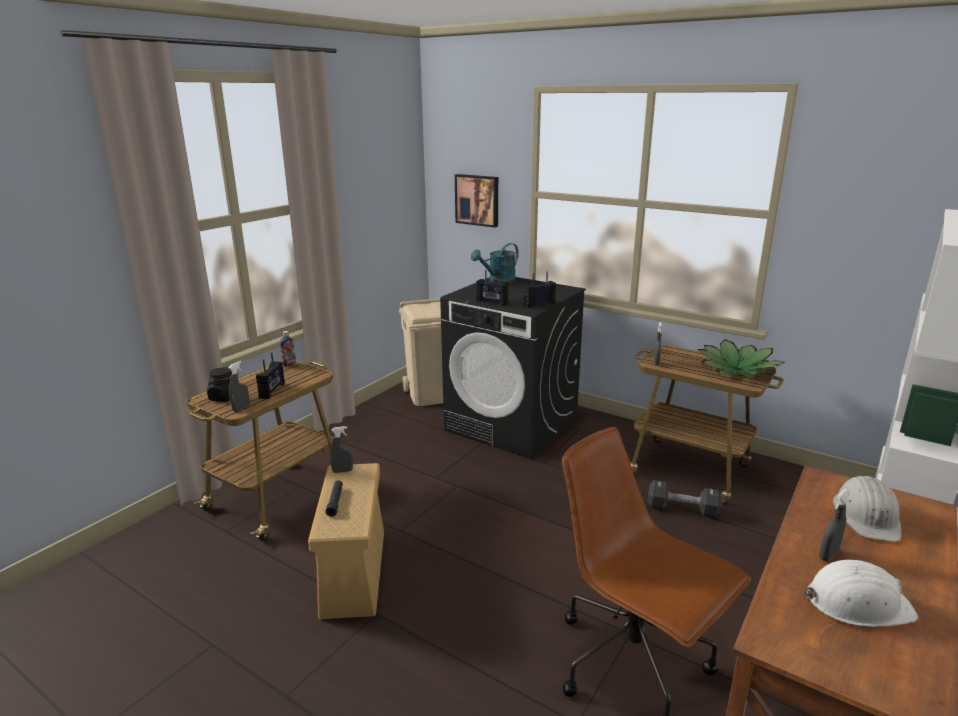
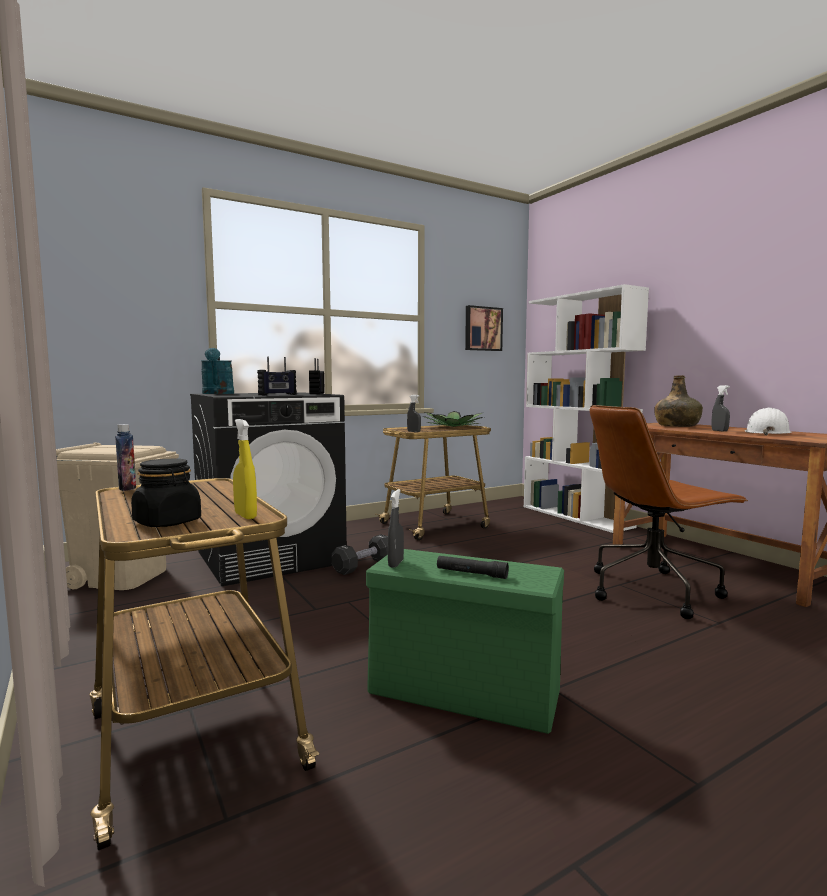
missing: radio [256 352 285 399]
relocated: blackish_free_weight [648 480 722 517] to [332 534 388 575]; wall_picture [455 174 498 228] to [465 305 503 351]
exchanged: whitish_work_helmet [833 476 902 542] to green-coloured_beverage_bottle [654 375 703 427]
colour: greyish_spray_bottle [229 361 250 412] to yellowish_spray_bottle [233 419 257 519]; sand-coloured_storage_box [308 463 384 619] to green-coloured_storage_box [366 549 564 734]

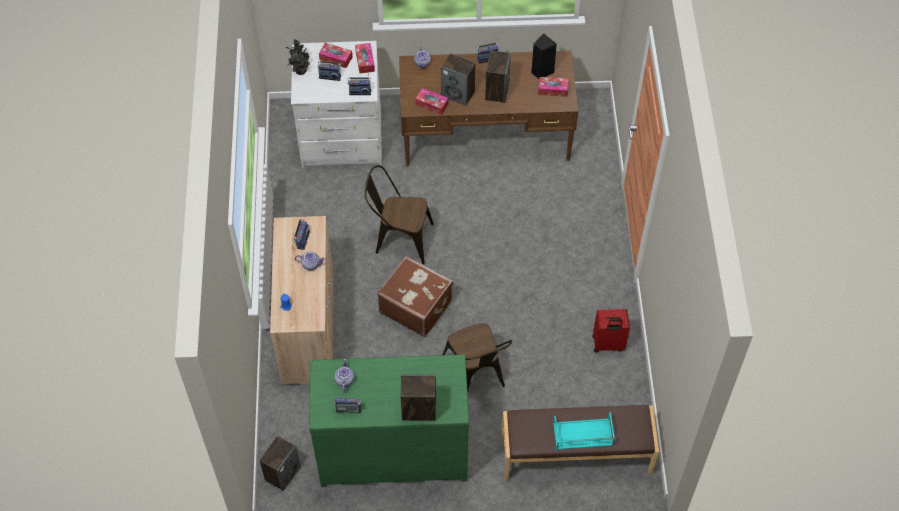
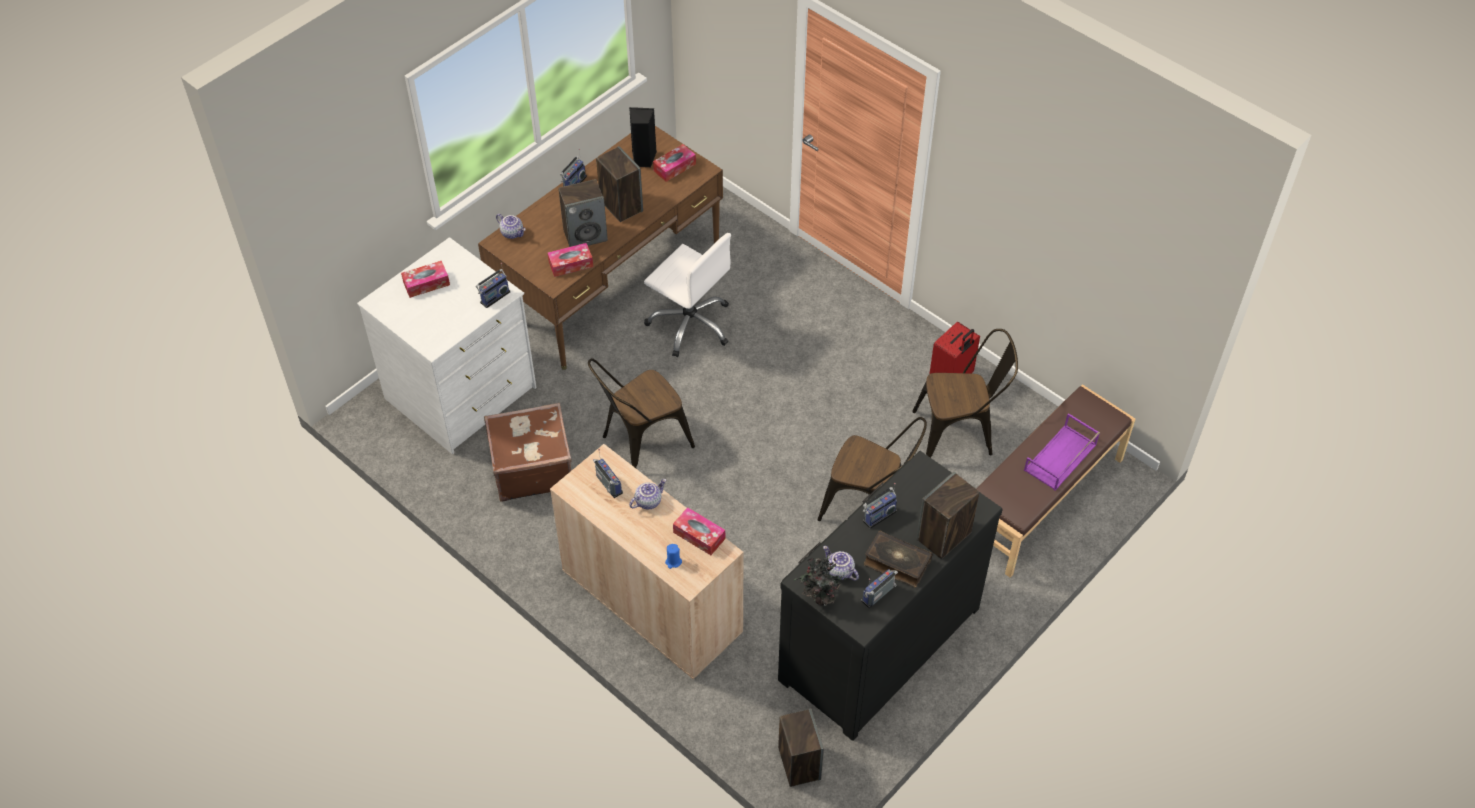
appeared: whitish_computer_chair [644 233 731 357]; bound_book [864 530 933 587]; brownish_plain_chair [912 329 1018 458]
relocated: brownish_suitcase [377 256 453 337] to [484 403 572 502]; box_of_tissues [355 43 375 74] to [673 507 725 555]; houseplant [286 39 310 75] to [794 555 850 606]; radio [318 59 341 81] to [863 483 897 529]
colour: green-coloured_drawer_chest [309 354 469 487] to blackish_drawer_chest [778 451 1003 741]; turquoise-coloured_serving_tray [553 412 615 450] to purplish_serving_tray [1024 413 1100 491]

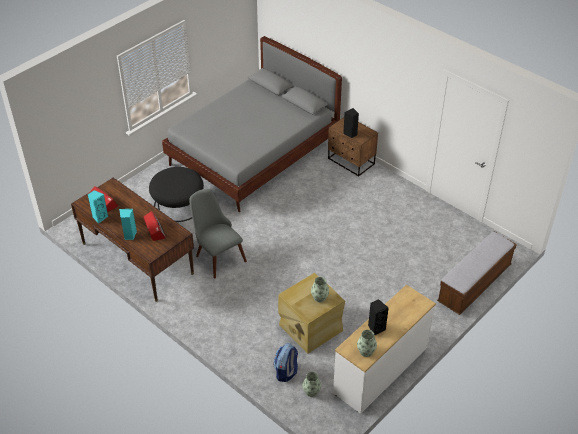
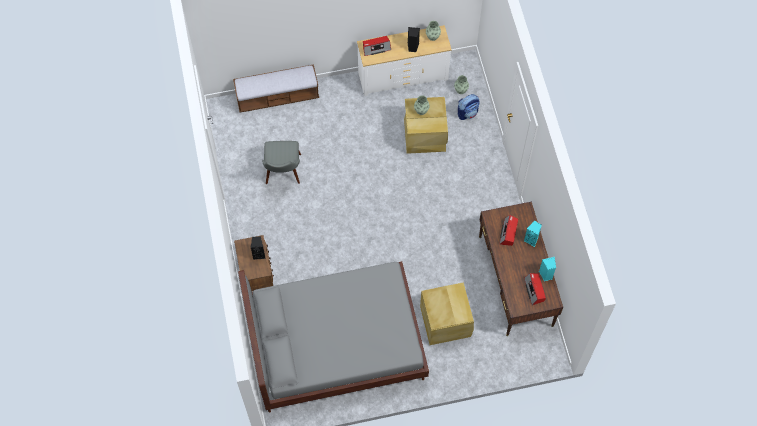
appeared: radio [363 36 391 56]
relocated: greyish_plain_chair [189 189 247 279] to [262 141 301 184]
exchanged: blackish_pouffe [149 167 204 222] to sand-coloured_storage_box [420 283 474 345]

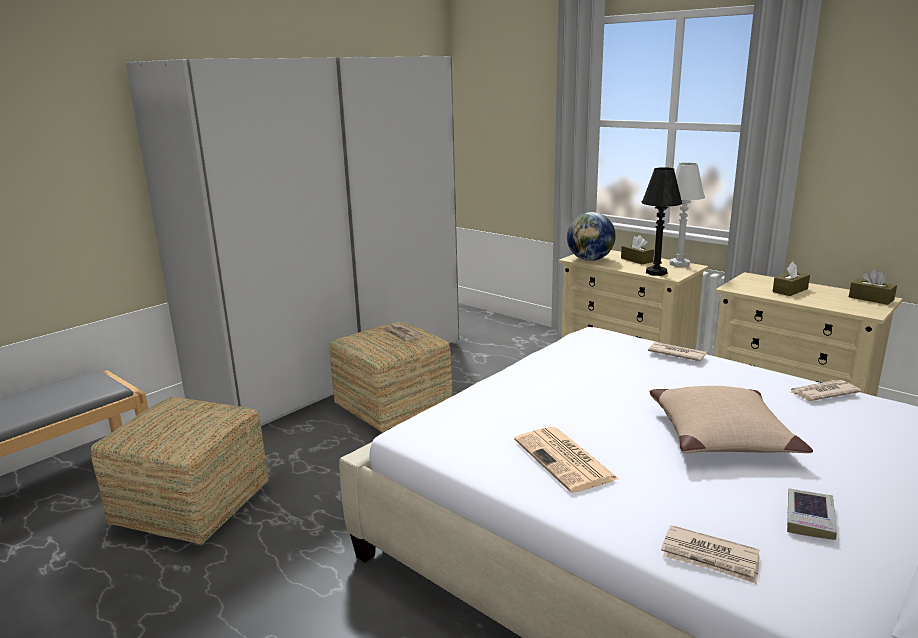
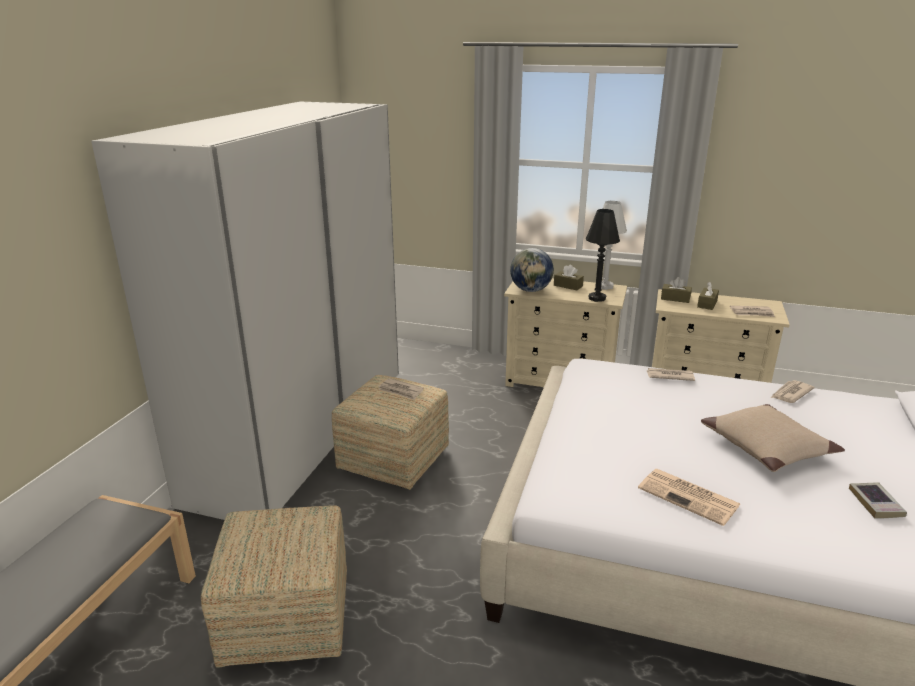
relocated: brownish_box_of_tissues [849 269 897 305] to [661 277 692 303]; printed_paper [661 525 760 584] to [730 306 775 317]

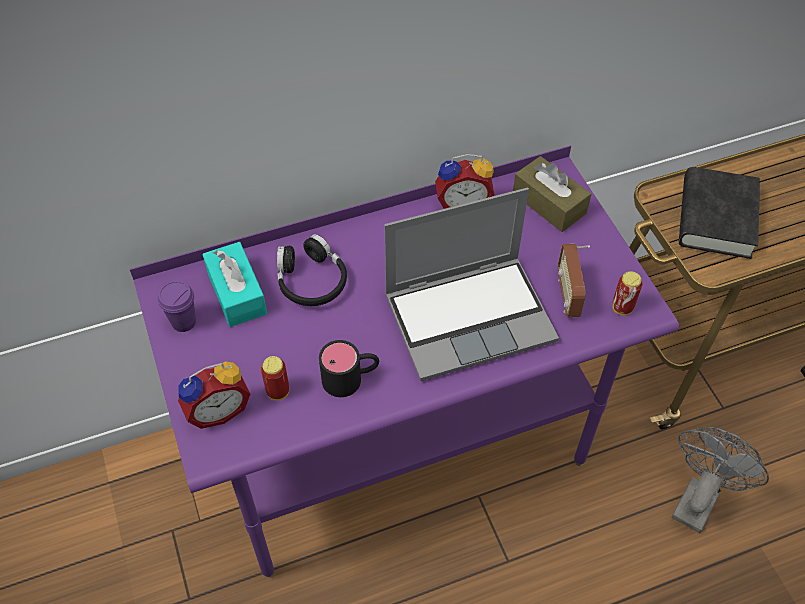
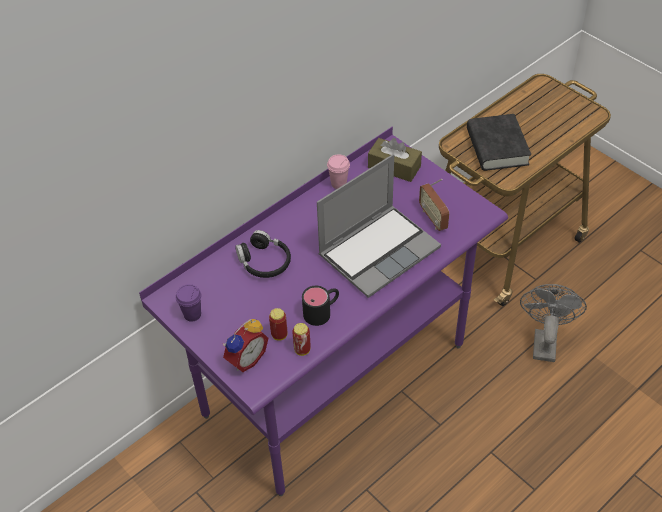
missing: turquoise-coloured_box_of_tissues [202 242 267 327]
relocated: sealed_can [612 271 642 315] to [292 323 311 356]
exchanged: alarm_clock [435 154 494 209] to pink_cup [327 154 350 189]

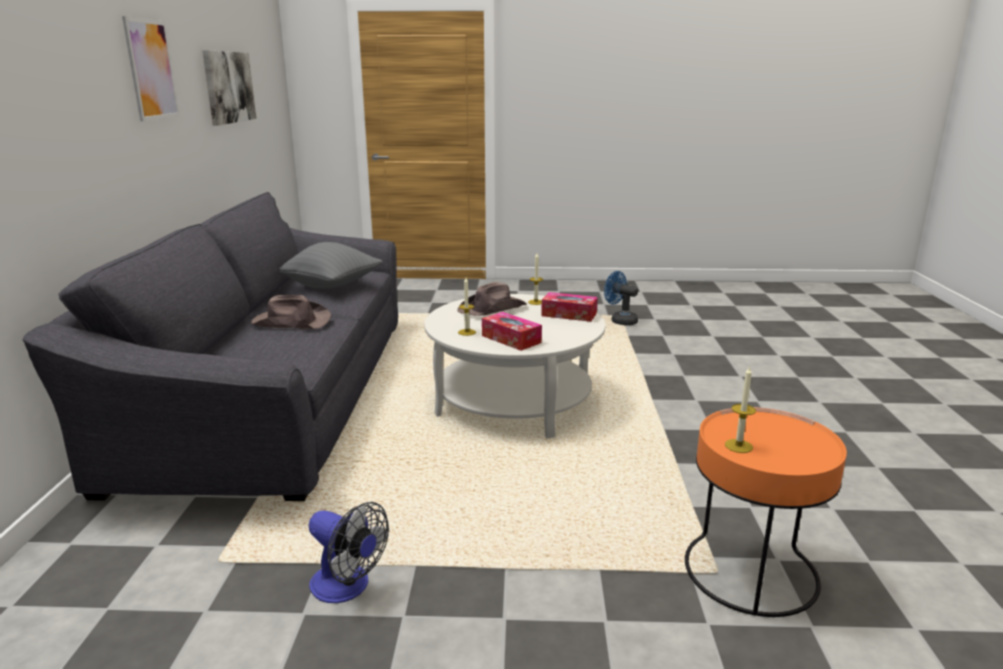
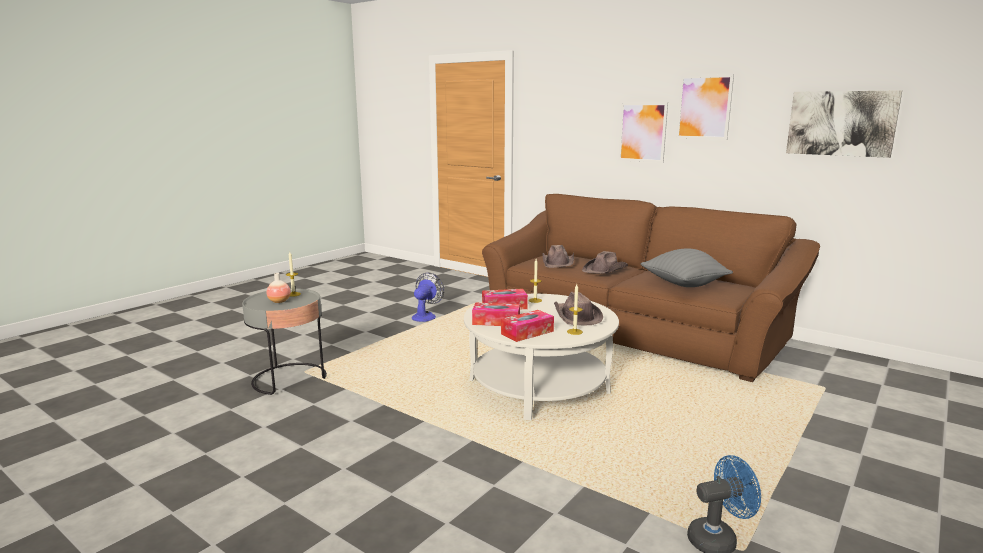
appeared: vase [267 273 291 303]; box_of_tissues [472 303 520 326]; brownish_clothing_hat [542 245 574 268]; wall_picture [618 102 668 163]
colour: orange-coloured_accent_table [685 407 847 617] to greyish_accent_table [242 288 327 395]; greyish_settee [23 192 398 501] to brownish_settee [482 194 820 382]
spun: fan [309 502 389 603] = [412 273 444 322] 135 degrees clockwise

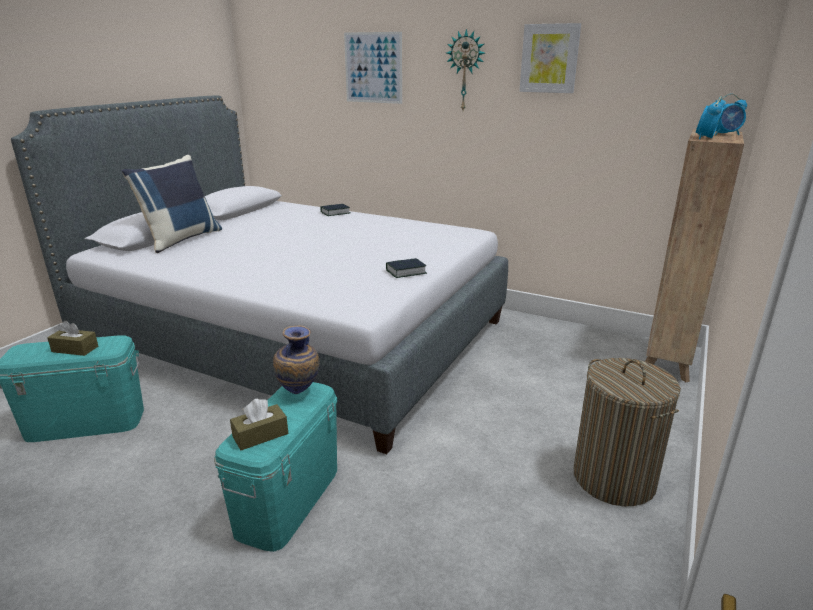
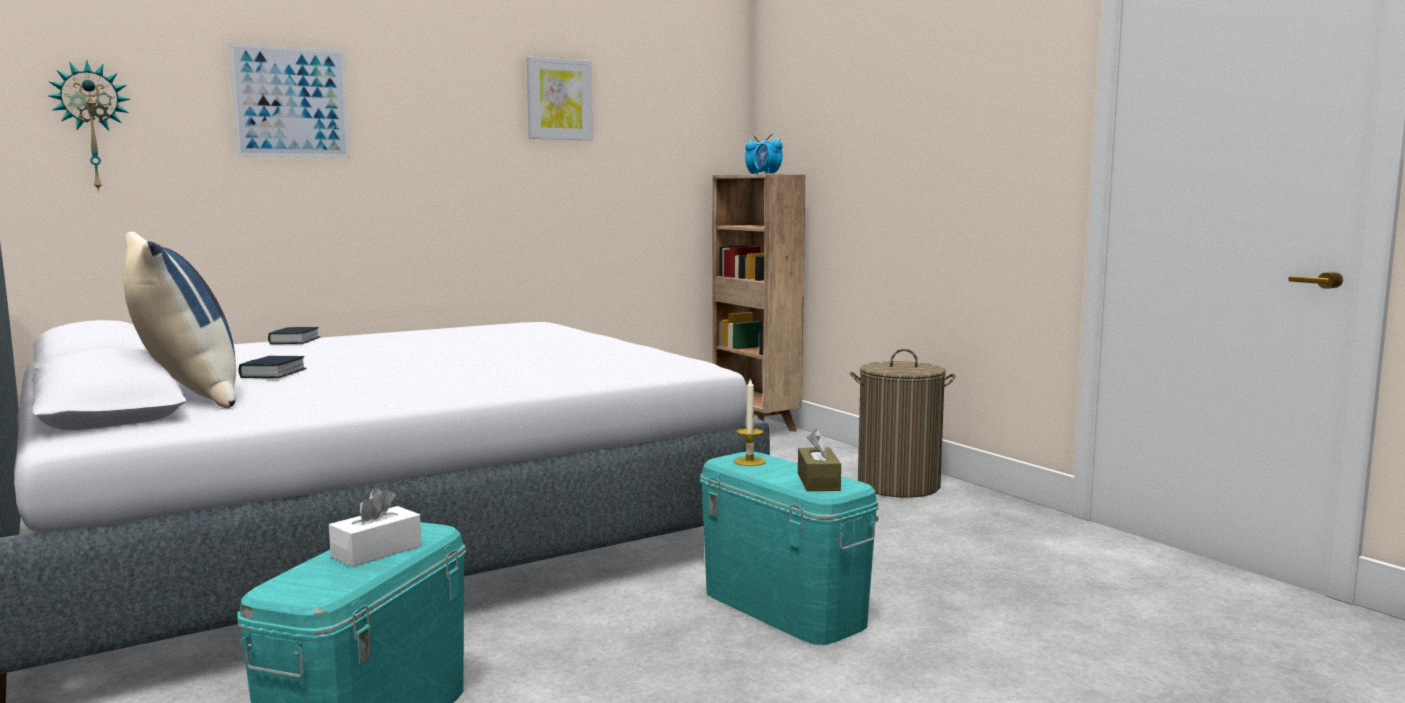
relocated: hanging_clock [447 29 485 110] to [48 60 131 193]; bound_book [386 258 427 278] to [238 356 307 378]
exchanged: vase [273 326 320 394] to wax_light [734 377 766 466]
colour: brownish_box_of_tissues [47 321 98 356] to whitish_box_of_tissues [329 488 422 567]

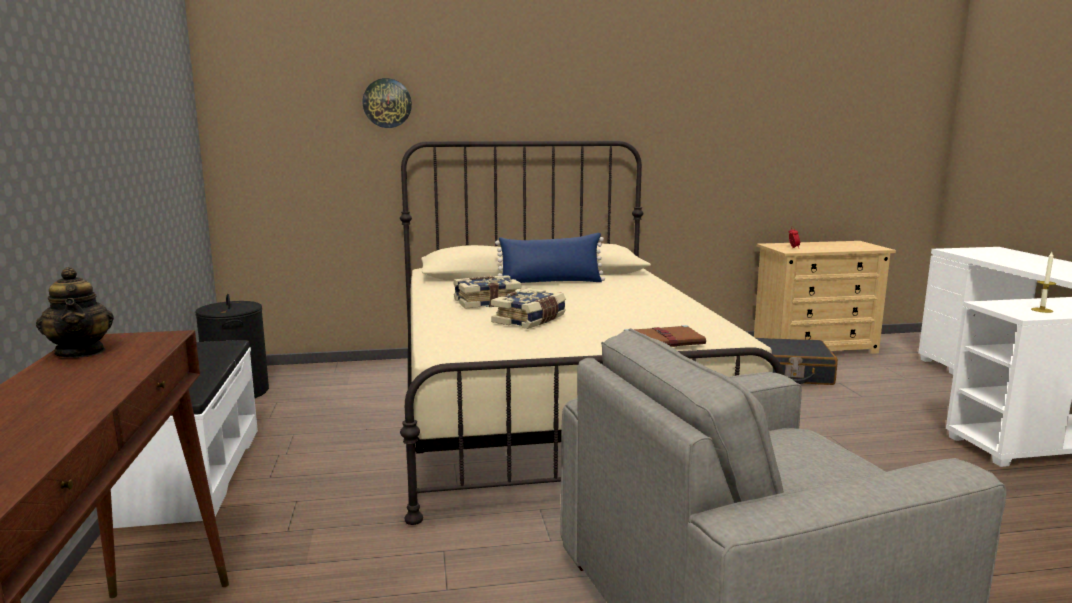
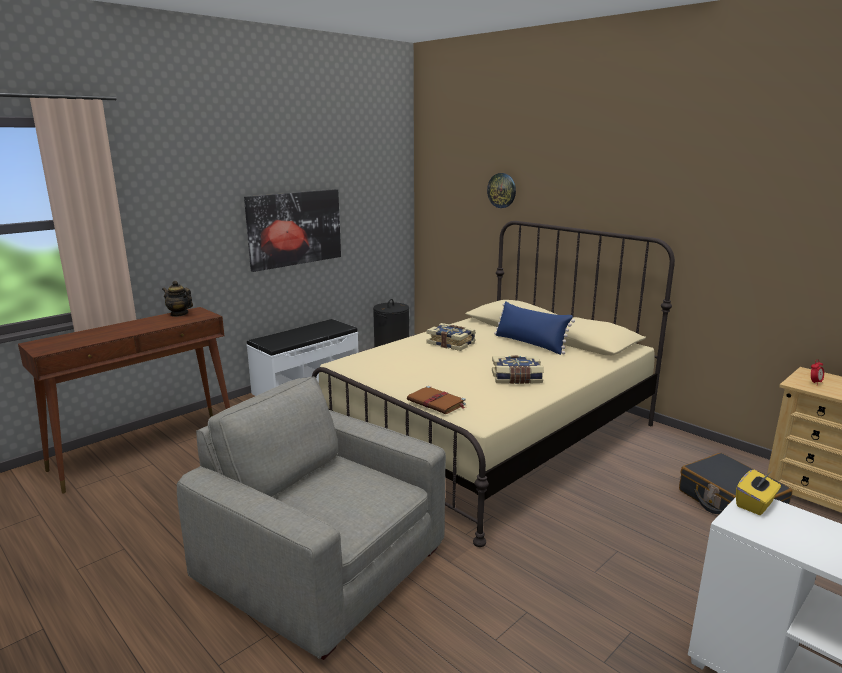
missing: wax_light [1031 252 1056 313]
appeared: wall_picture [244 189 341 272]; yellowish_box_of_tissues [736 470 781 515]
relocated: bound_book [491 288 566 329] to [492 355 544 384]
spun: teapot [36 267 114 358] = [162 281 193 317] 90 degrees clockwise

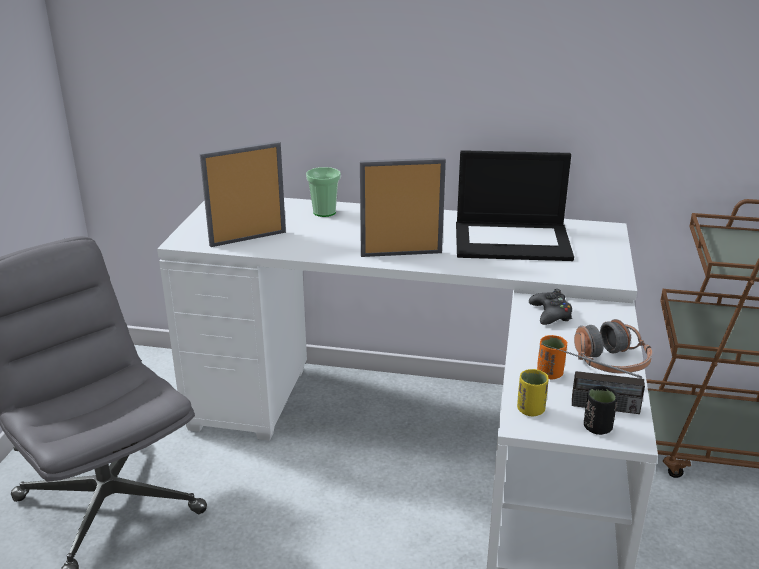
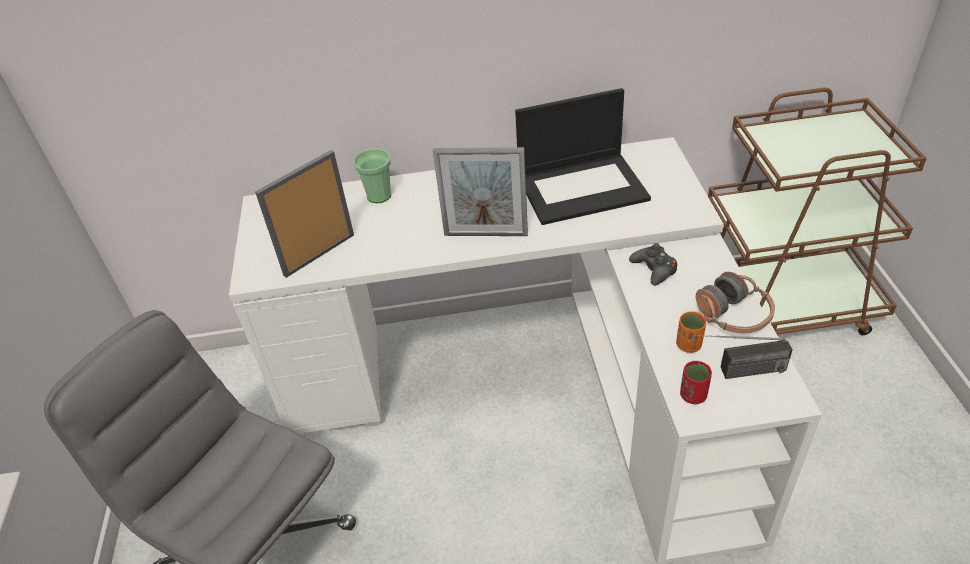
missing: blackish_cup [584 386 618 435]
colour: yellowish_cup [517 369 549 416] to red_cup [680 361 712 404]
spun: photo_frame [360 158 446 257] = [433 147 528 236] 150 degrees counterclockwise

